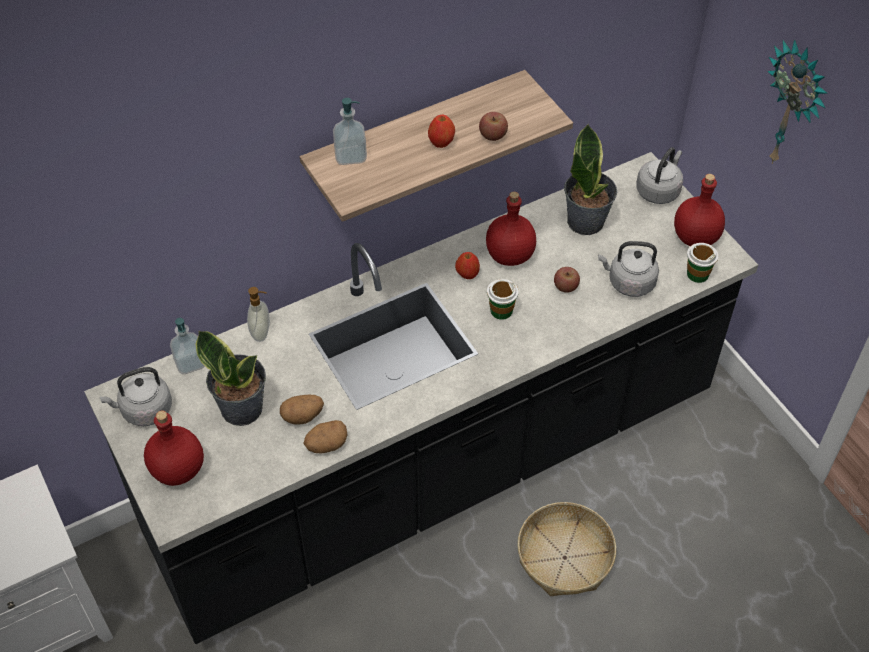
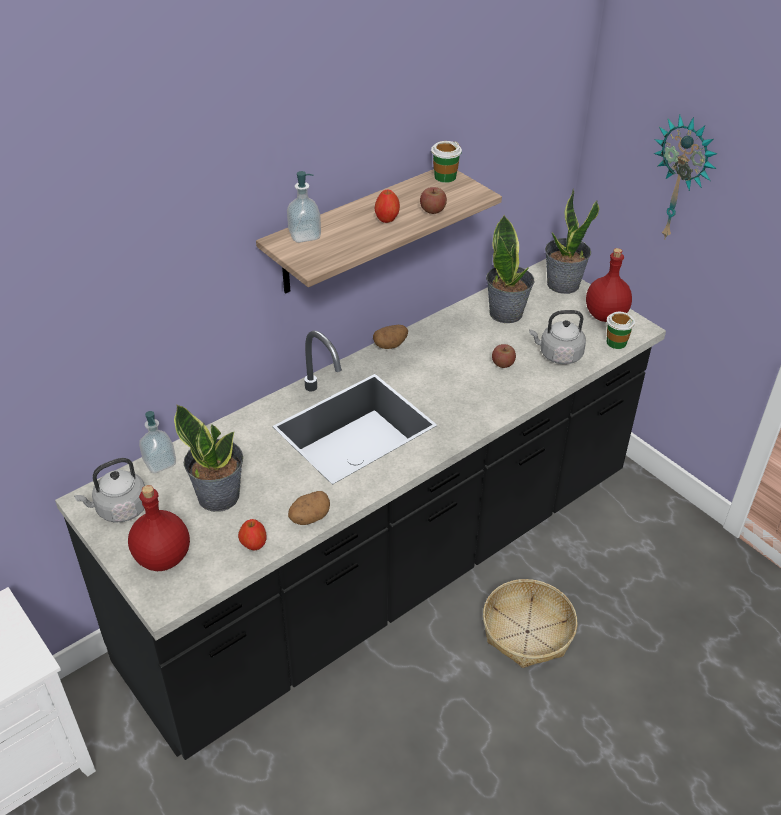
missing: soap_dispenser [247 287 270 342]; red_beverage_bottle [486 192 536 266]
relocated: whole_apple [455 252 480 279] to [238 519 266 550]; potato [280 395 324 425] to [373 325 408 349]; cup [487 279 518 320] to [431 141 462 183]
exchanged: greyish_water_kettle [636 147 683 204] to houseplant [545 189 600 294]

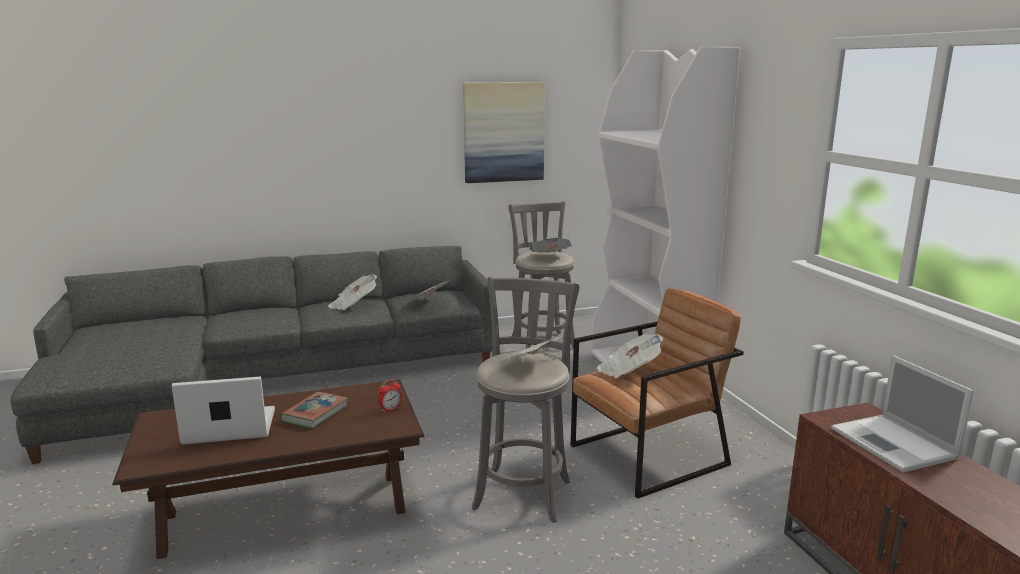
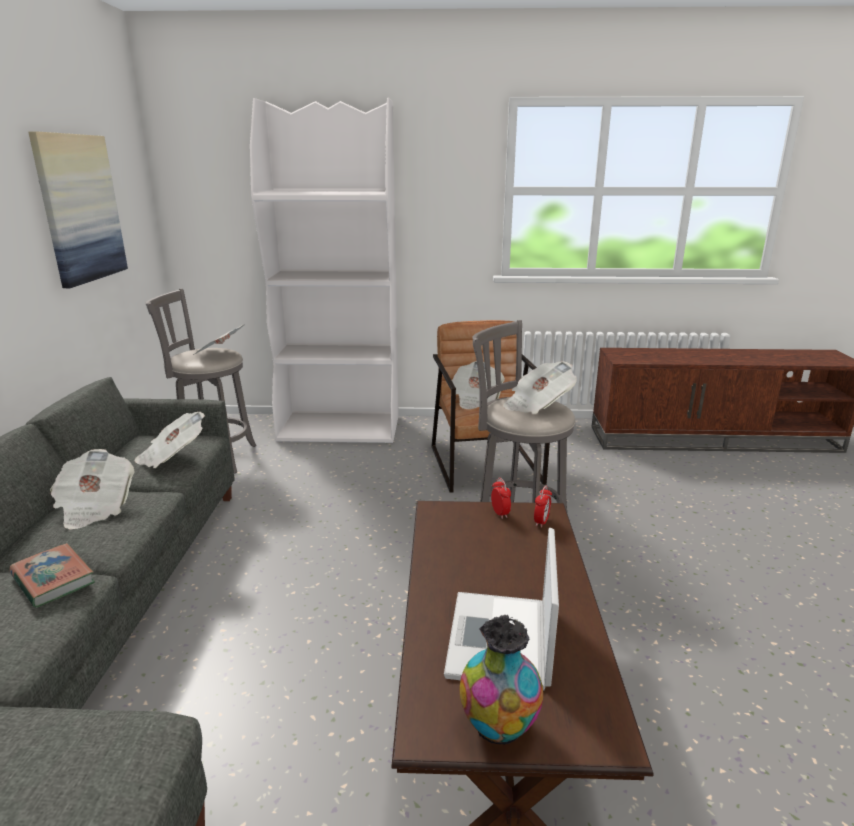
missing: portable_computer [831 355 974 472]
appeared: vase [460 614 543 744]; alarm_clock [534 486 552 528]
relocated: bound_book [280 392 348 429] to [10 543 95 608]

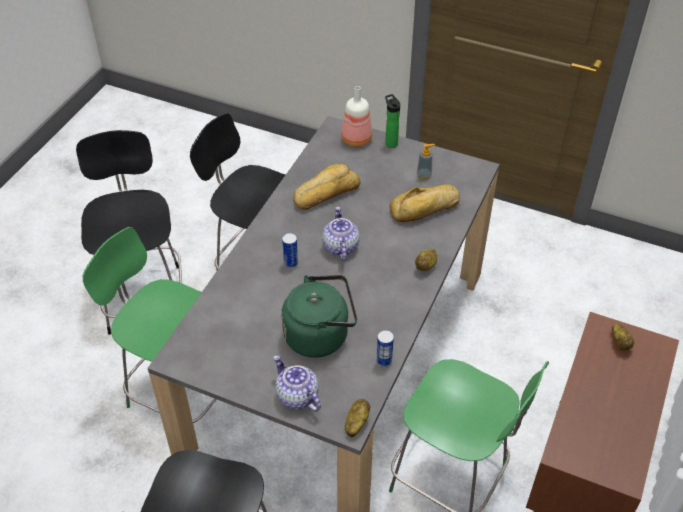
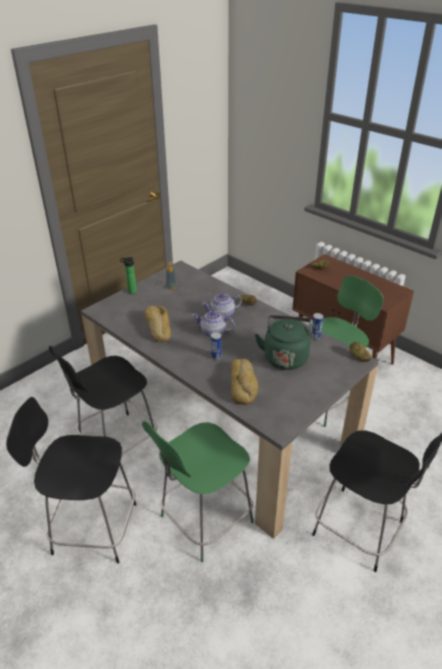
missing: beverage_bottle [341 86 372 147]
relocated: teapot [274 355 321 412] to [202 294 242 319]; bakery_bread [390 184 460 222] to [231 359 259 405]

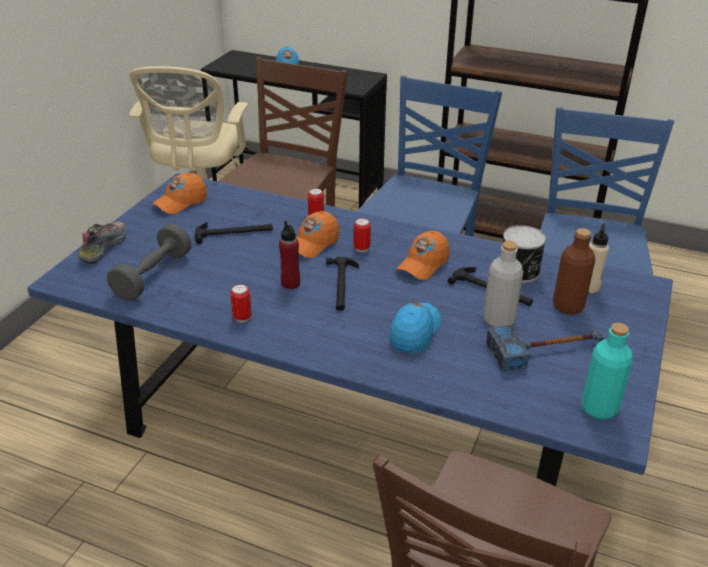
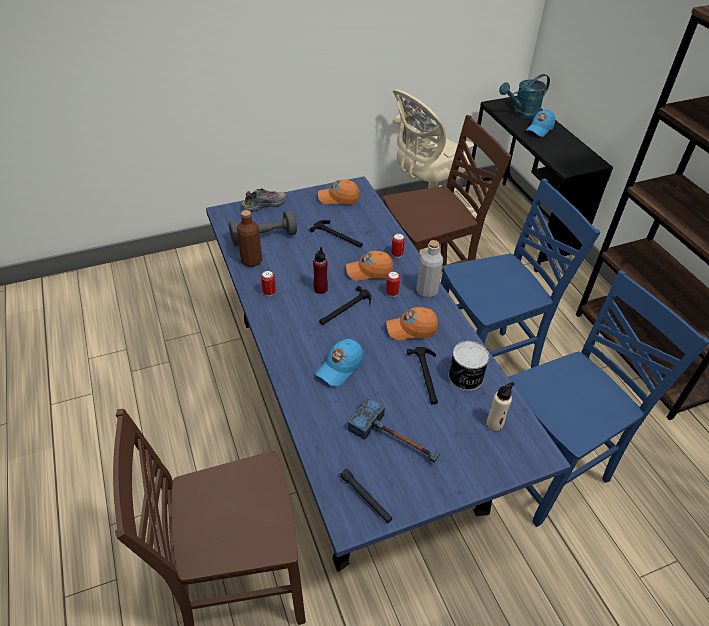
appeared: turquoise-coloured_watering_can [499 74 550 119]
relocated: brownish_beverage_bottle [553 228 595 314] to [237 210 262 267]; greyish_beverage_bottle [483 241 523 327] to [416 240 443 298]
exchanged: turquoise-coloured_beverage_bottle [581 323 633 420] to blackish_flashlight [340 469 392 523]
spun: blue-coloured_cap [390 303 441 354] = [315 339 363 386] 150 degrees clockwise

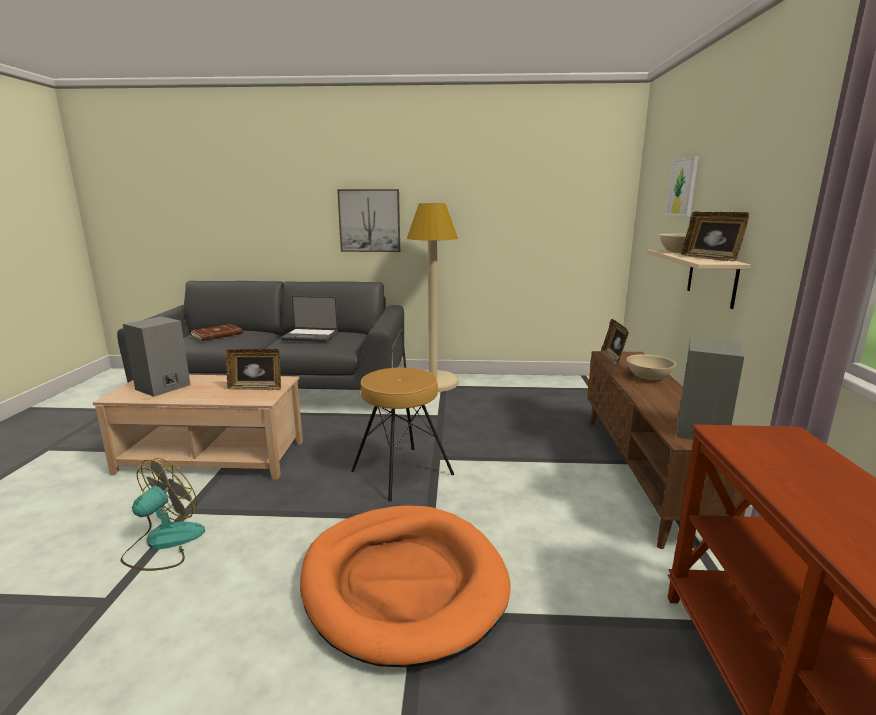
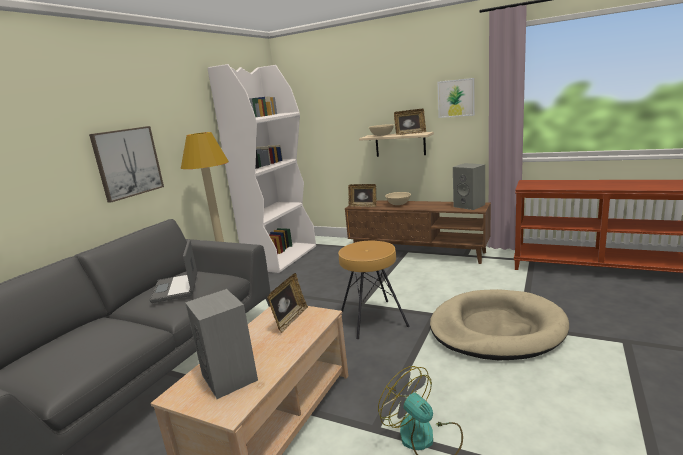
missing: brownish_bound_book [191 324 243 341]
appeared: whitish_bookcase [207 64 316 273]
relocated: wall_picture [665 156 699 217] to [438 78 475 118]
colour: orange-coloured_dog_bed [300 506 511 667] to sand-coloured_dog_bed [430 289 569 361]
spun: portable_computer [281 296 338 342] = [150 240 197 303] 135 degrees clockwise

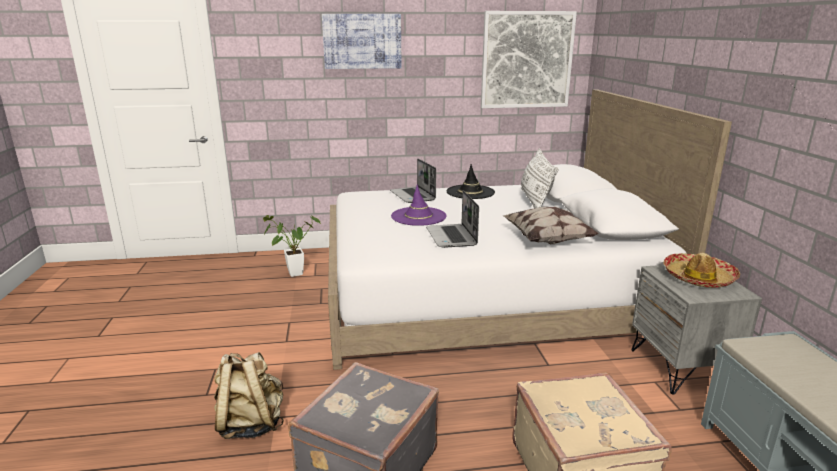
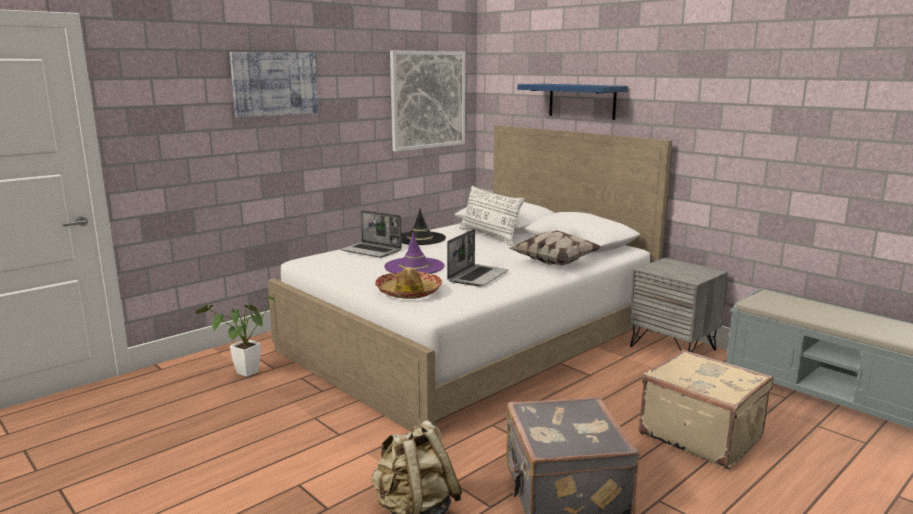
appeared: blue-coloured_wall_shelf [517 84 628 120]
relocated: clothing_hat [663 253 740 288] to [375 267 442 299]
spun: portable_computer [426 190 479 248] = [447 229 508 287] 105 degrees counterclockwise

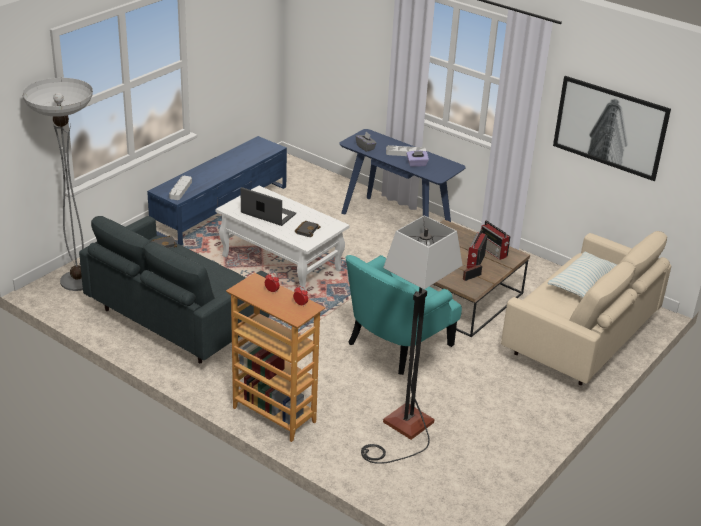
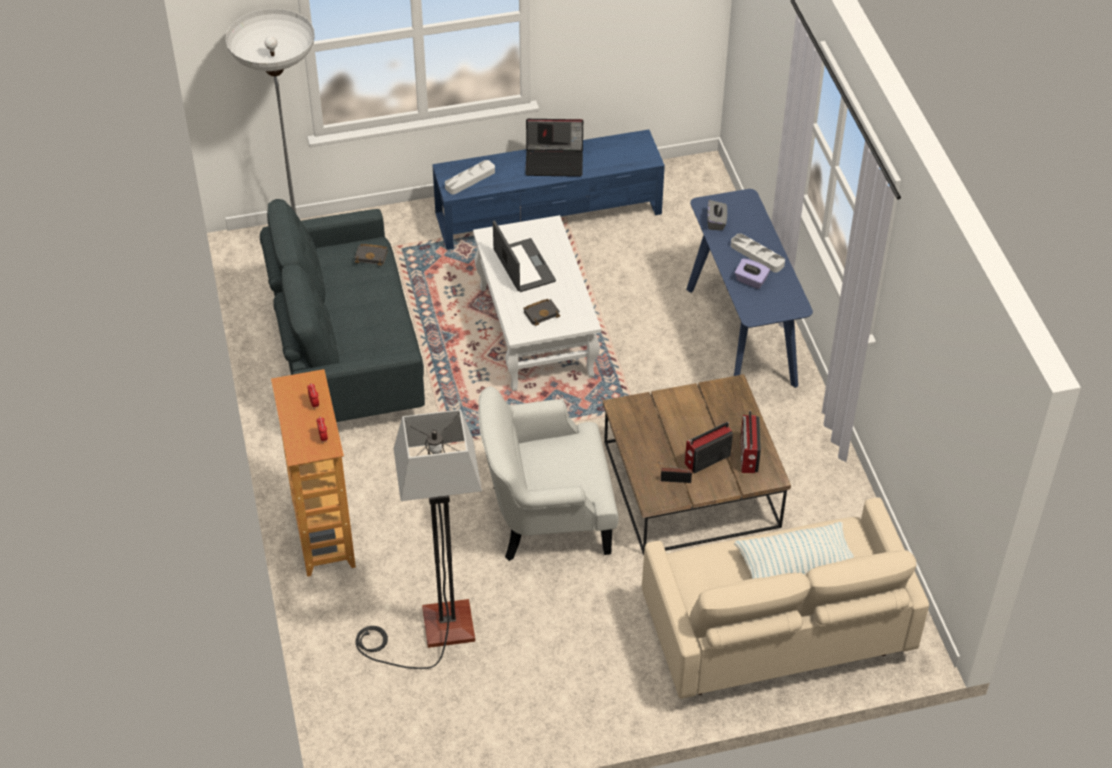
missing: wall_picture [553 76 671 181]
appeared: portable_computer [525 119 583 177]
colour: turquoise-coloured_easy_chair [345 255 462 375] to whitish_easy_chair [478 386 618 561]

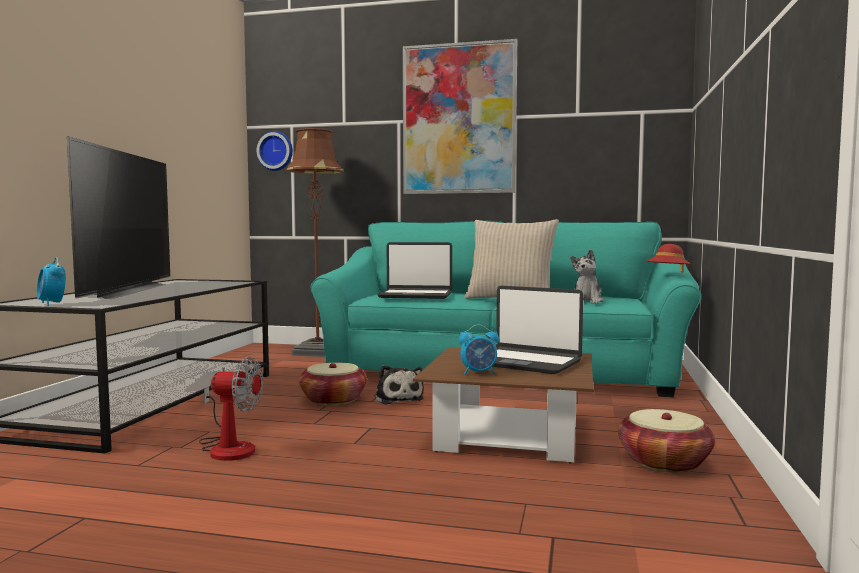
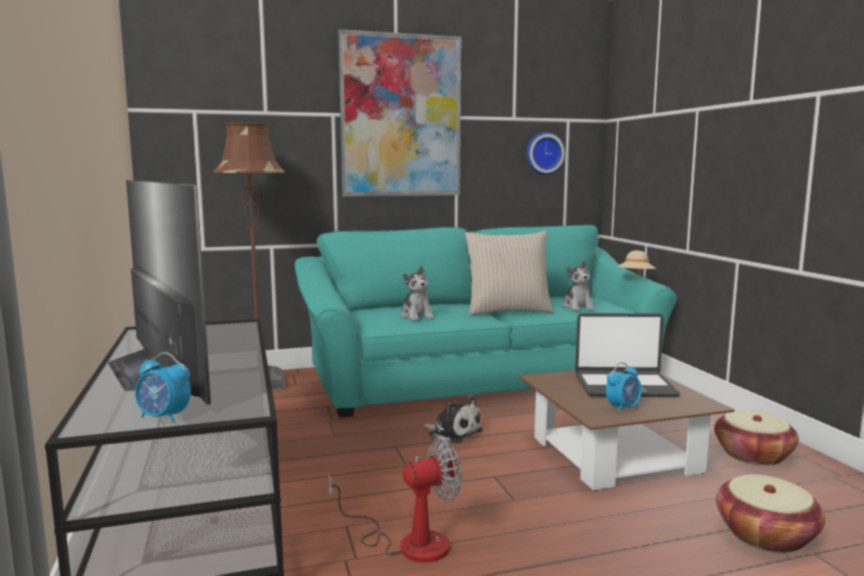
relocated: hanging_clock [257 131 293 171] to [526 132 565 175]; household_basket [299 363 367 406] to [716 474 825 553]
exchanged: portable_computer [378 242 452 299] to cuddly_toy [400 266 434 321]
colour: red_clothing_hat [646 244 691 273] to sand-coloured_clothing_hat [617 251 656 274]

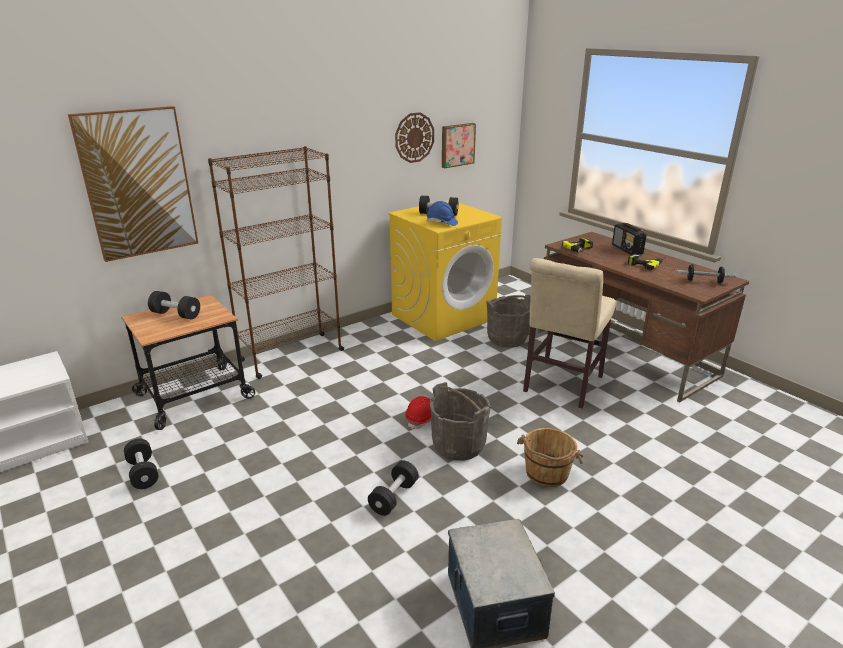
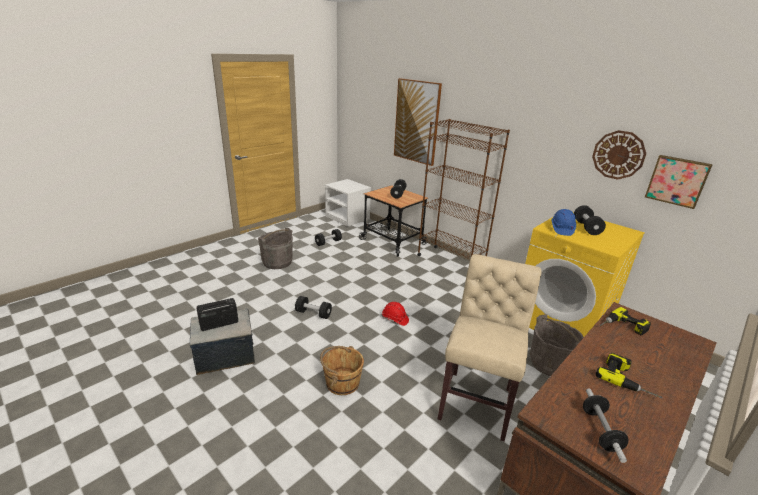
relocated: radio [612 223 647 255] to [197 298 238 331]; greyish_water_bucket [430 382 491 460] to [258 228 293 269]
spun: sand-coloured_plain_chair [523 258 616 408] = [437 254 542 442] 90 degrees clockwise

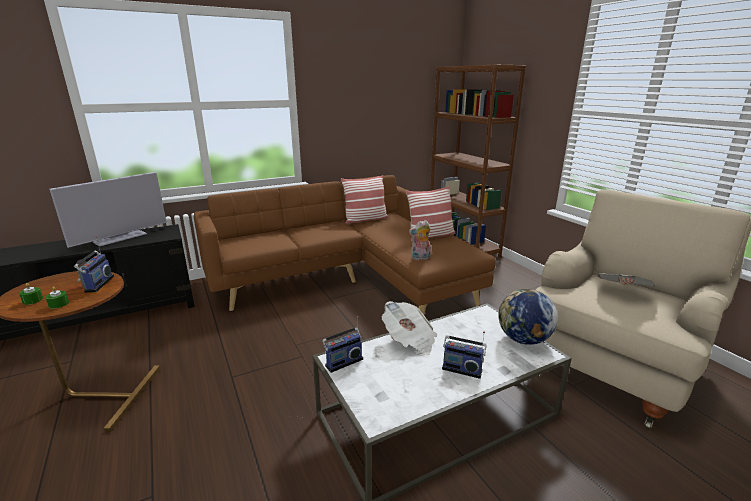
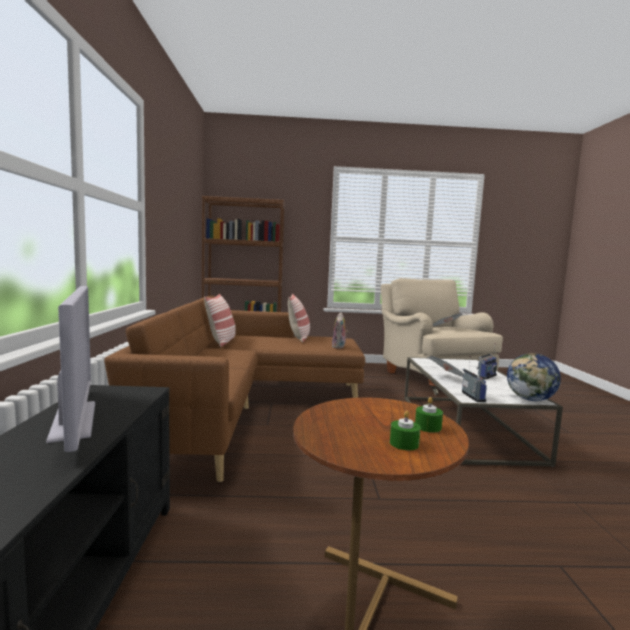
missing: radio [74 236 114 293]
relocated: world_globe [498 289 558 345] to [507 353 561 401]

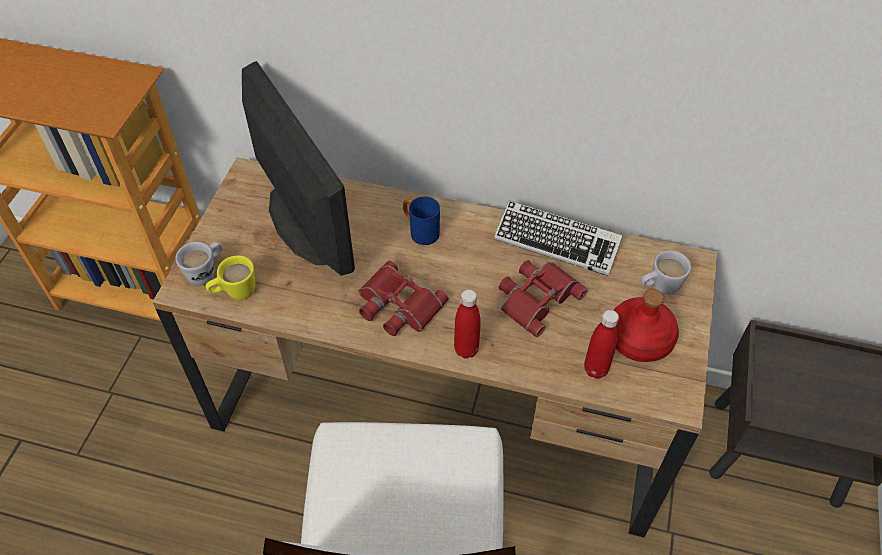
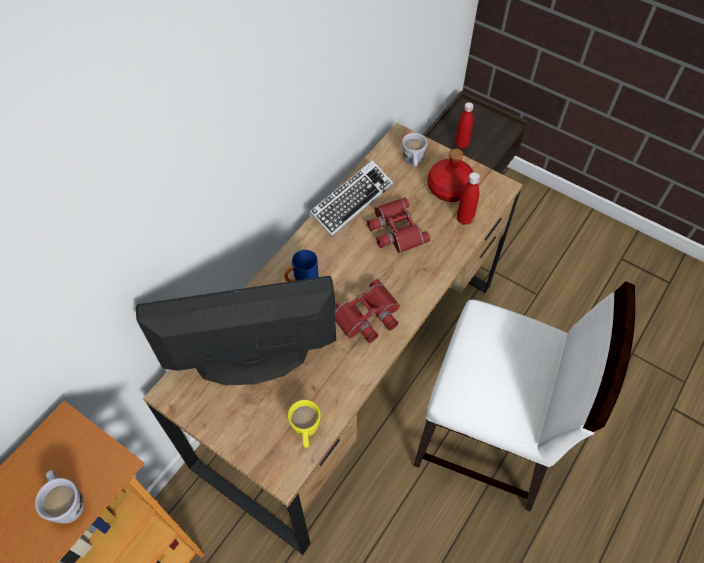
relocated: whitish_tea_mug [175 242 222 286] to [35 470 84 524]; red_beverage_bottle [454 289 481 359] to [455 102 474 149]

